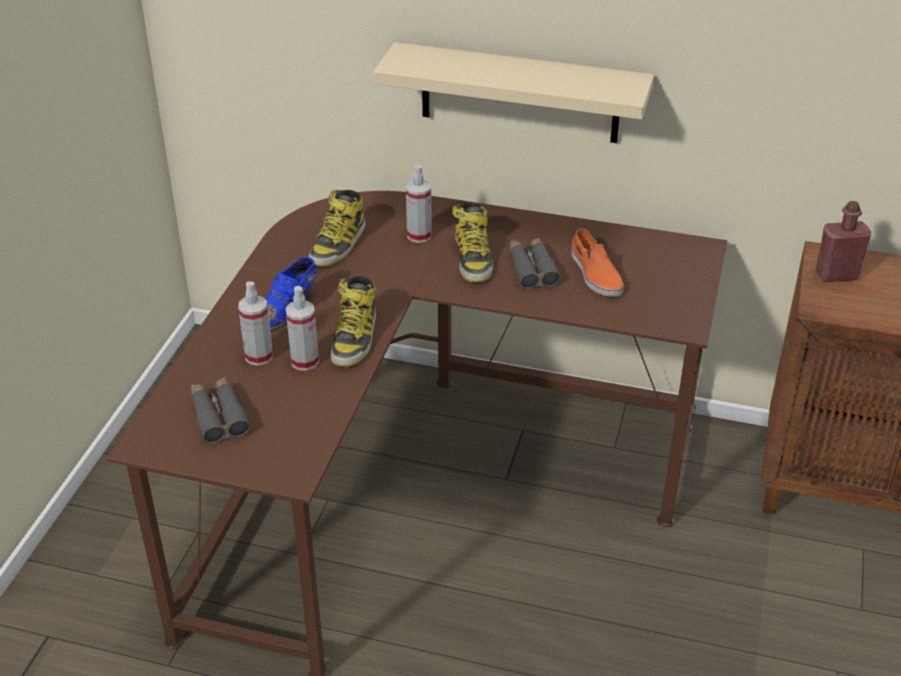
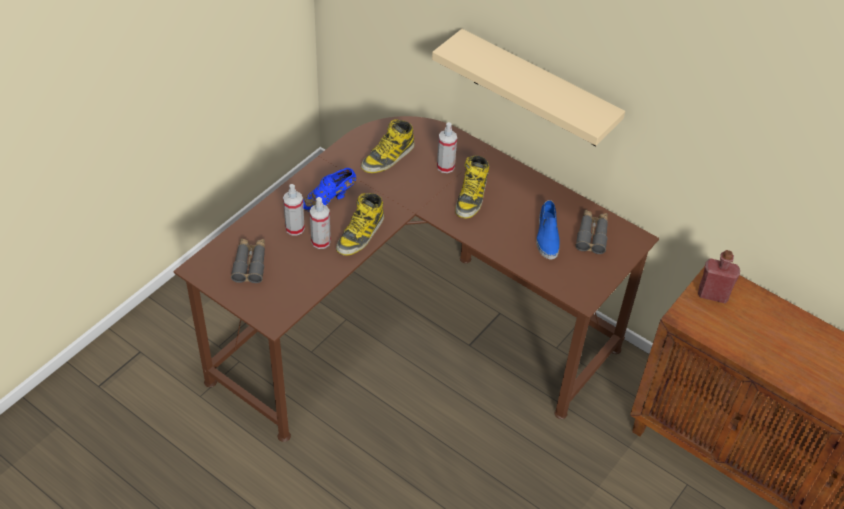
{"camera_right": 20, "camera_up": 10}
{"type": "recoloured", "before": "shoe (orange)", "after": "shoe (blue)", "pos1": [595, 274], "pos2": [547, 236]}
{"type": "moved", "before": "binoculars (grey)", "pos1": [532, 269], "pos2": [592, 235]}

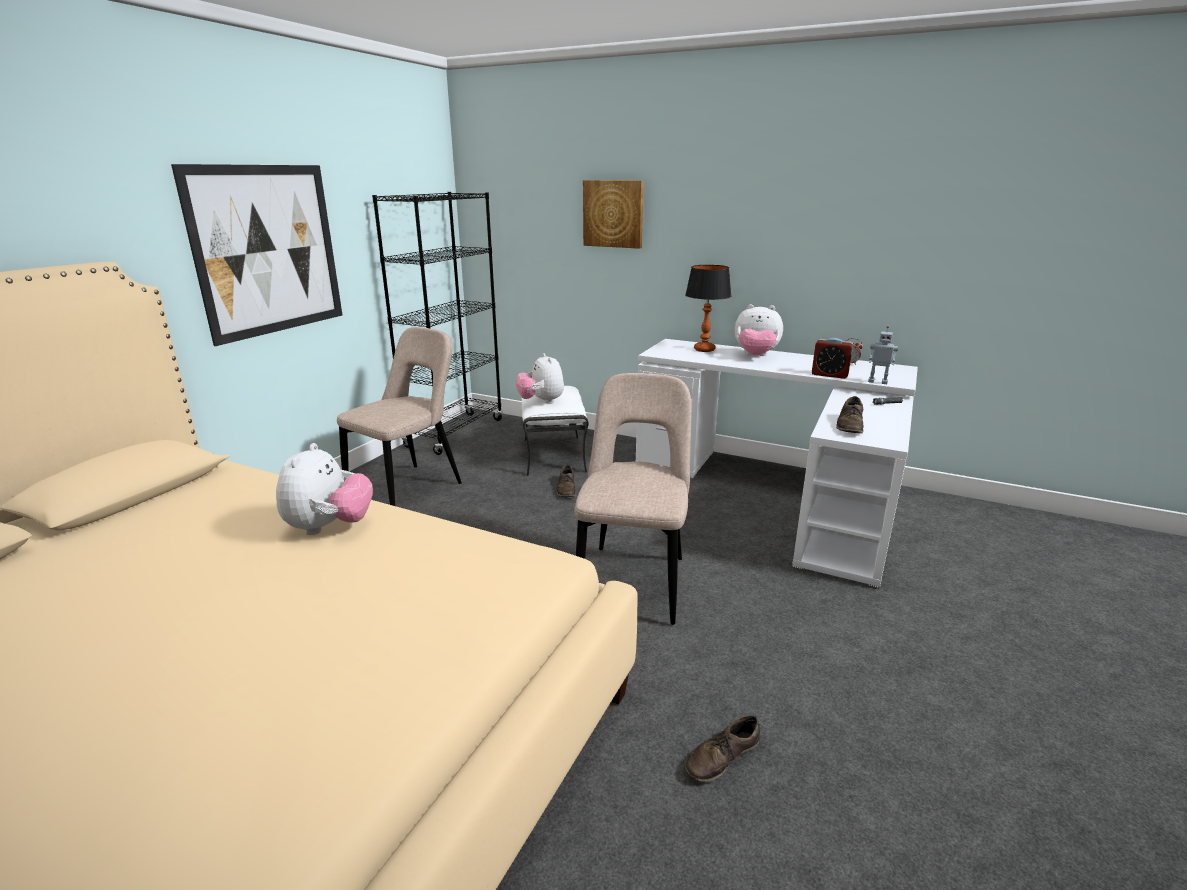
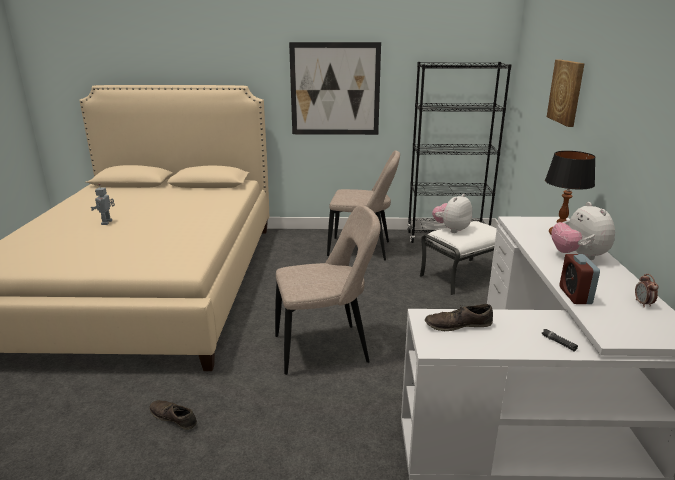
{"camera_right": 65, "camera_up": 0}
{"type": "moved", "before": "toy robot", "pos1": [877, 381], "pos2": [107, 222]}
{"type": "removed", "before": "plush toy", "pos1": [329, 527]}
{"type": "removed", "before": "shoe (brown)", "pos1": [566, 489]}

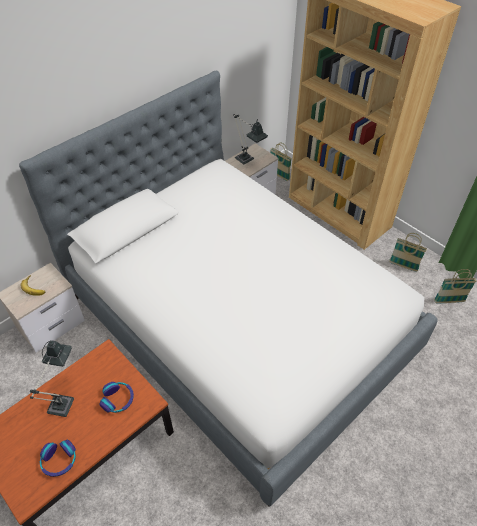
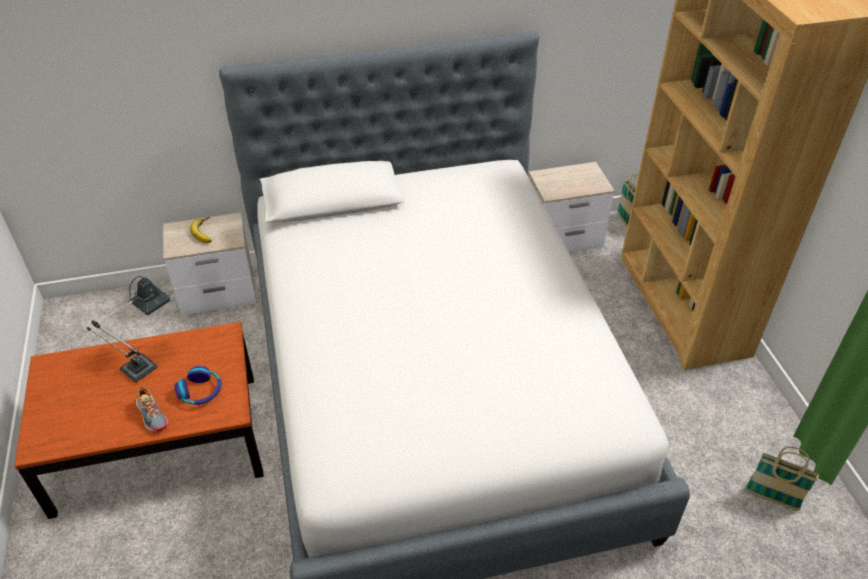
{"camera_right": 30, "camera_up": -5}
{"type": "added", "after": "shoe", "pos2": [152, 414]}
{"type": "removed", "before": "headphones", "pos1": [59, 460]}
{"type": "removed", "before": "table lamp", "pos1": [247, 161]}
{"type": "removed", "before": "basket", "pos1": [403, 266]}

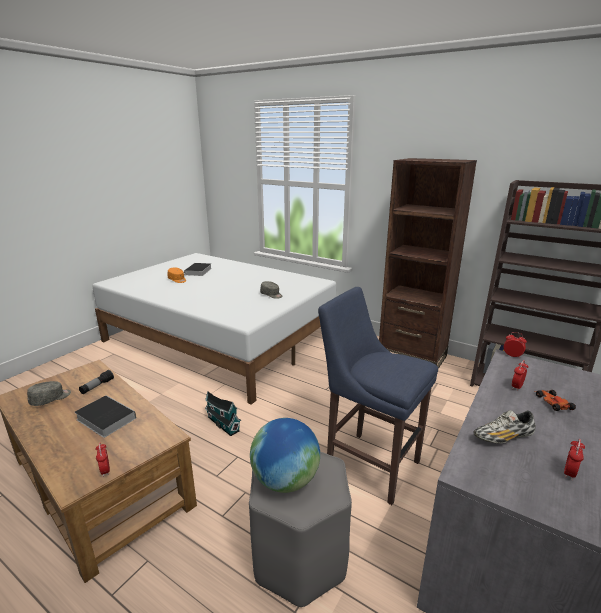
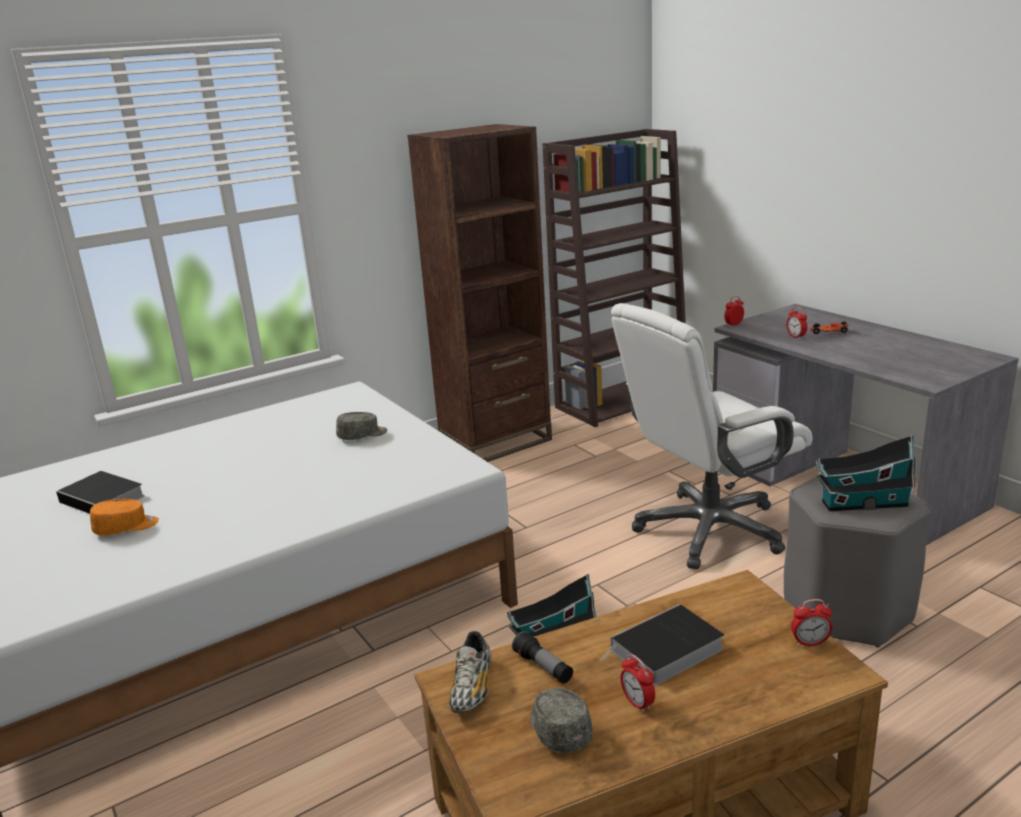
{"camera_right": -65, "camera_up": 0}
{"type": "moved", "before": "shoe", "pos1": [503, 437], "pos2": [472, 688]}
{"type": "replaced", "before": "stool (blue)", "after": "office chair (white)", "pos1": [369, 463], "pos2": [709, 530]}
{"type": "moved", "before": "alarm clock", "pos1": [569, 473], "pos2": [637, 703]}
{"type": "replaced", "before": "globe", "after": "toy house", "pos1": [286, 481], "pos2": [861, 504]}

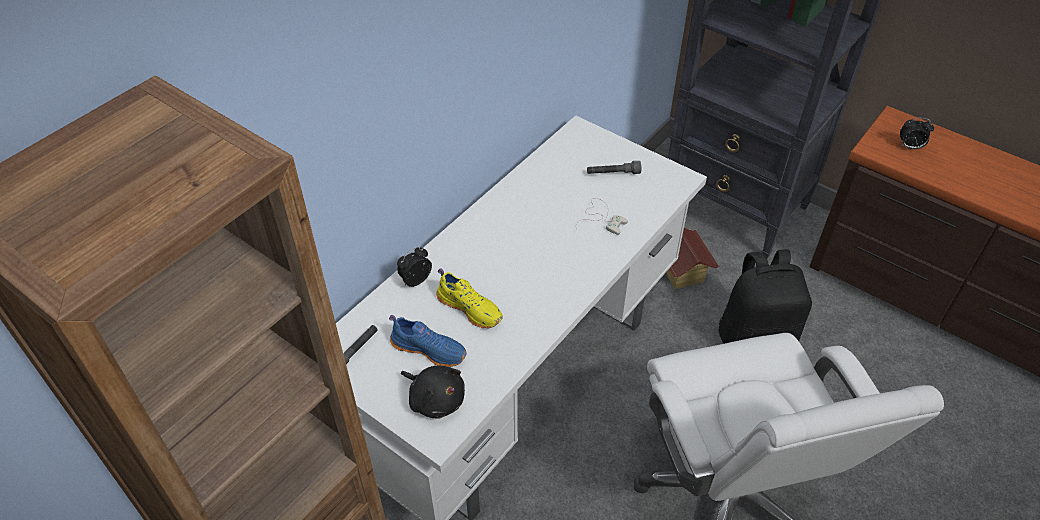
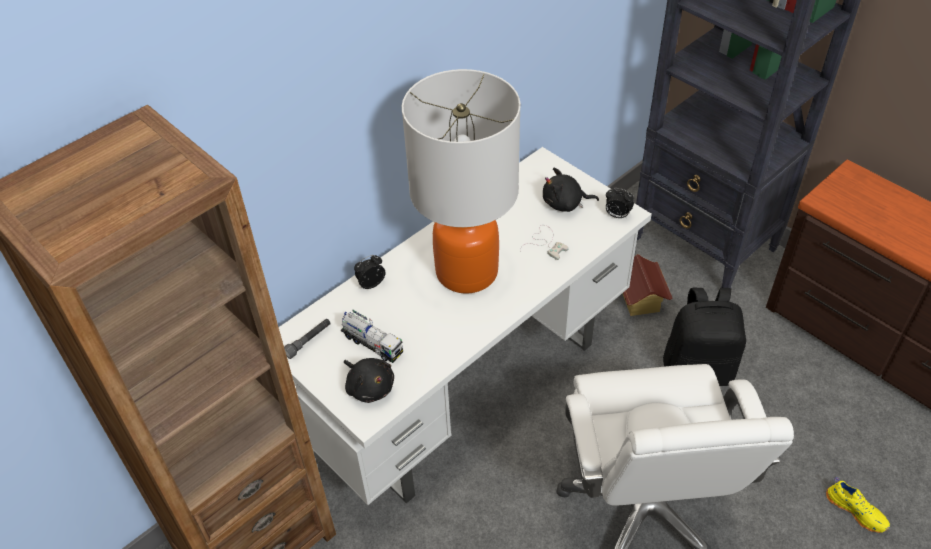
{"camera_right": 10, "camera_up": 0}
{"type": "replaced", "before": "shoe (blue)", "after": "toy truck", "pos1": [429, 349], "pos2": [372, 344]}
{"type": "added", "after": "table lamp", "pos2": [467, 272]}
{"type": "replaced", "before": "flashlight (grey)", "after": "plush toy (black)", "pos1": [613, 173], "pos2": [565, 203]}
{"type": "moved", "before": "alarm clock", "pos1": [910, 147], "pos2": [617, 215]}
{"type": "moved", "before": "shoe (yellow)", "pos1": [470, 308], "pos2": [856, 510]}

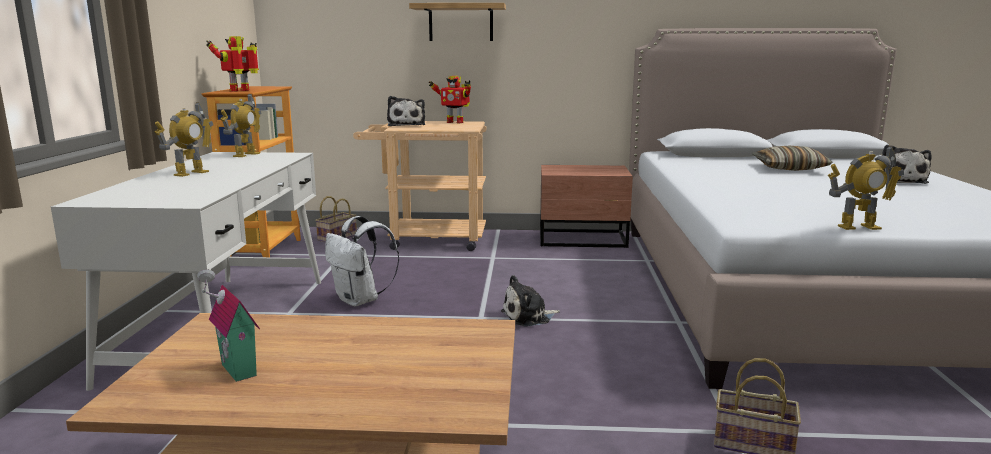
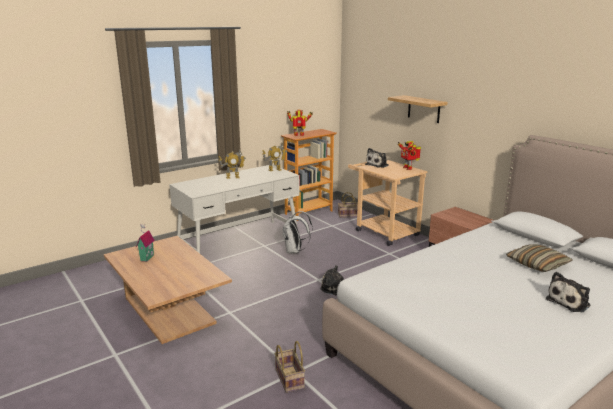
{"camera_right": 50, "camera_up": 5}
{"type": "removed", "before": "toy robot", "pos1": [858, 227]}

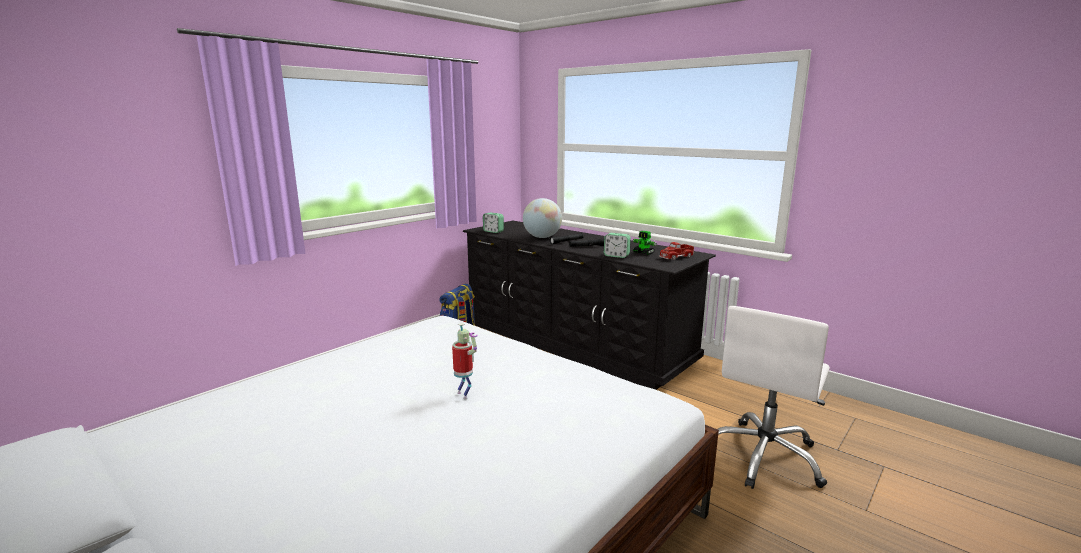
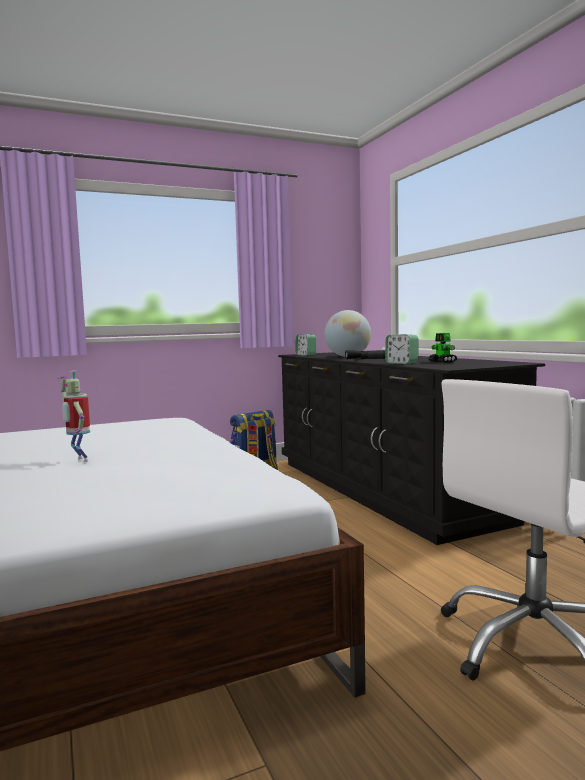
{"camera_right": 25, "camera_up": -10}
{"type": "turned", "before": "toy robot", "pos1": [465, 394], "pos2": [79, 460], "turn": 150}
{"type": "removed", "before": "toy truck", "pos1": [676, 257]}

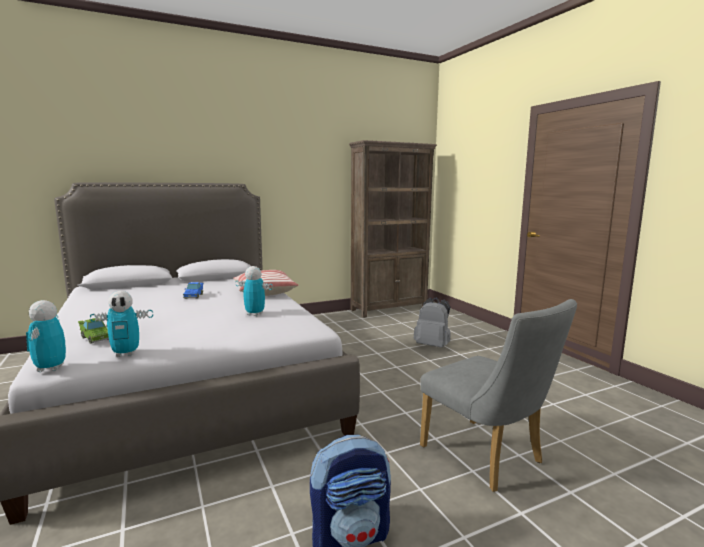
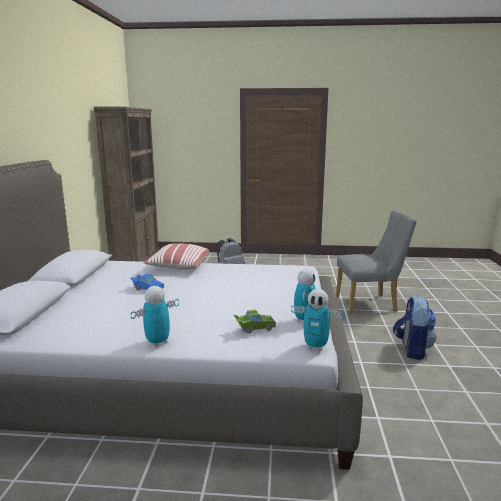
{"camera_right": -60, "camera_up": 5}
{"type": "moved", "before": "toy robot", "pos1": [254, 314], "pos2": [157, 342]}

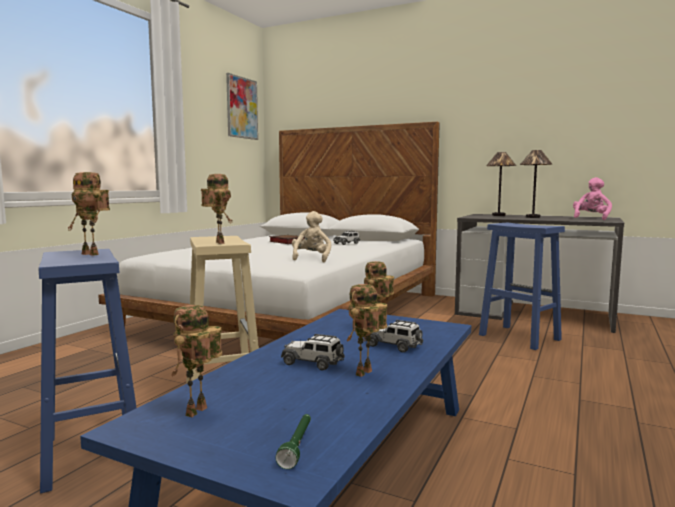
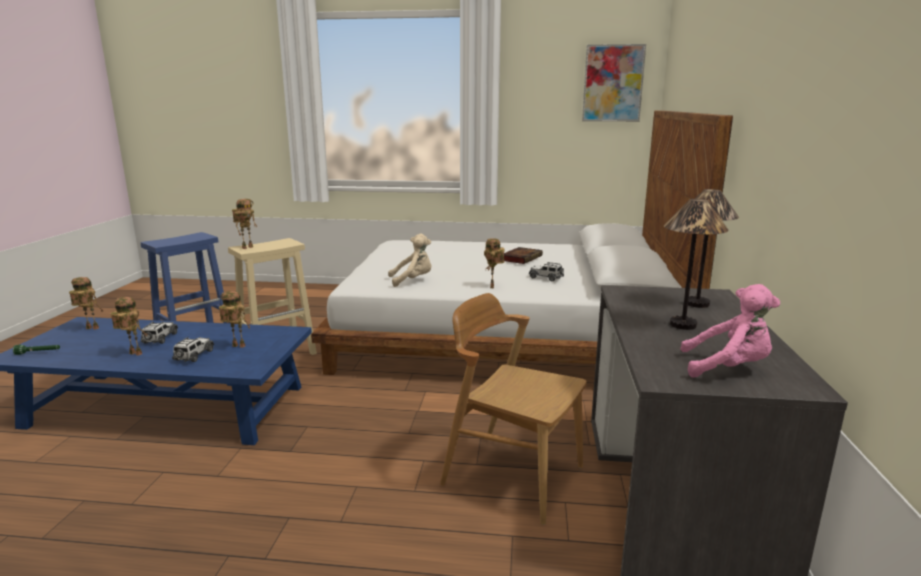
{"camera_right": 70, "camera_up": 10}
{"type": "replaced", "before": "stool (blue)", "after": "chair (brown)", "pos1": [518, 337], "pos2": [512, 475]}
{"type": "moved", "before": "toy robot", "pos1": [93, 254], "pos2": [493, 287]}

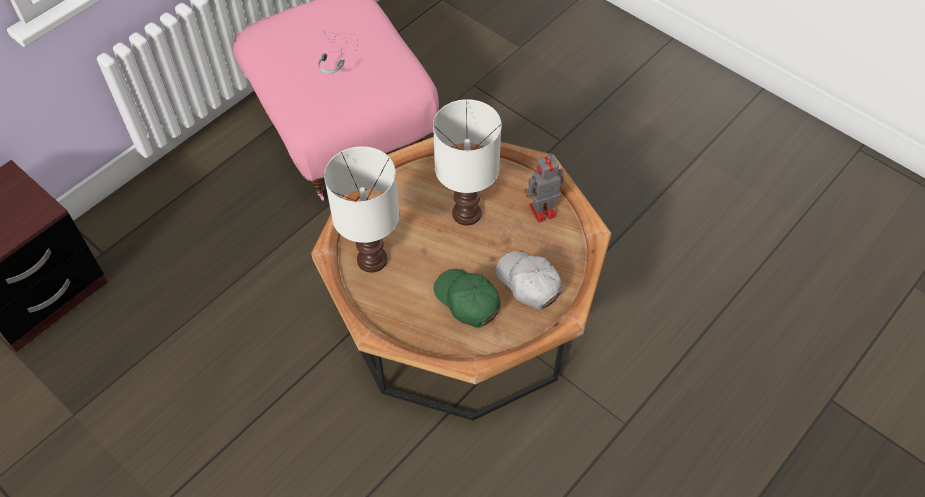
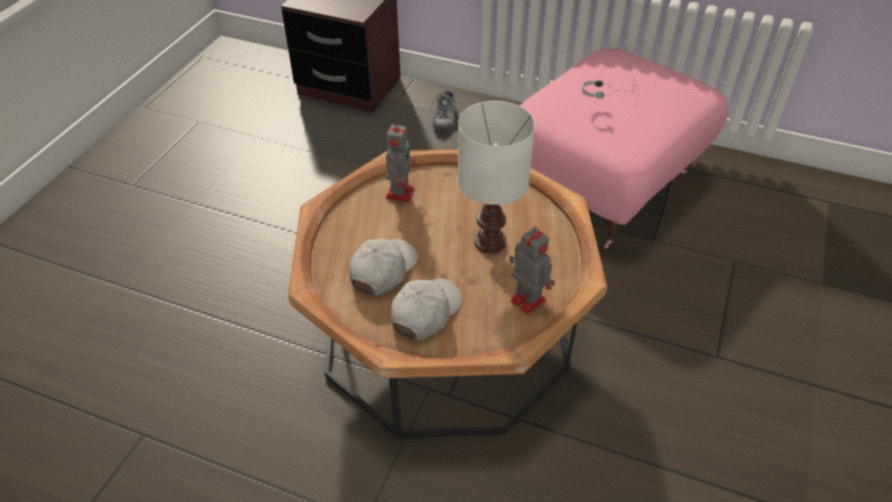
{"camera_right": 70, "camera_up": -10}
{"type": "recoloured", "before": "cap (green)", "after": "cap (white)", "pos1": [467, 300], "pos2": [383, 270]}
{"type": "replaced", "before": "table lamp (white)", "after": "toy robot", "pos1": [370, 260], "pos2": [400, 192]}
{"type": "added", "after": "shoe", "pos2": [445, 118]}

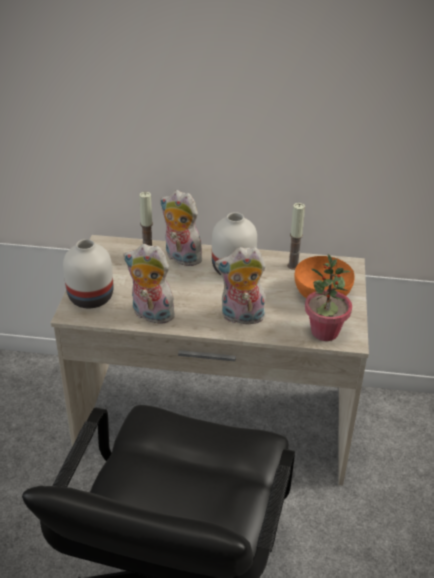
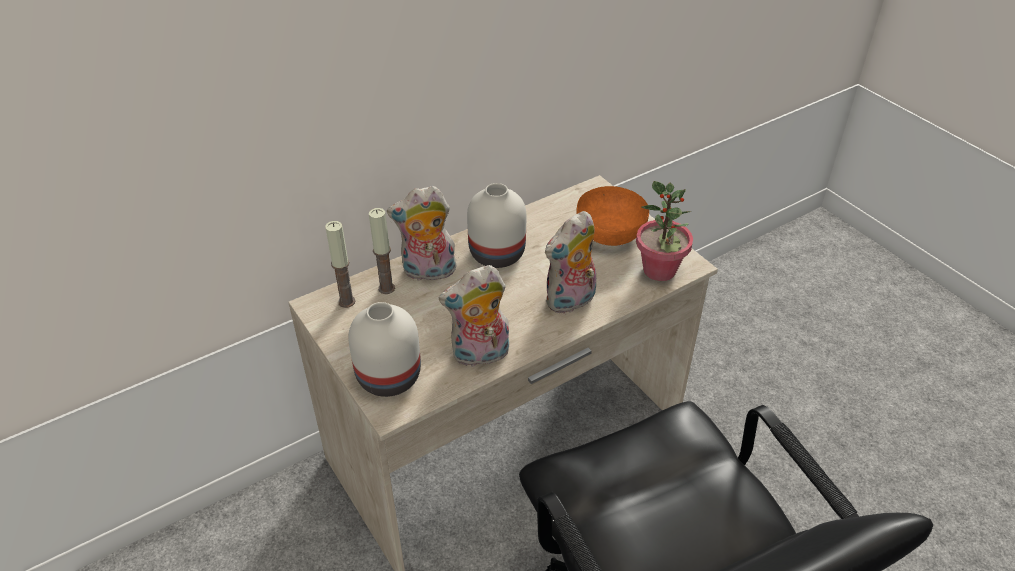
{"camera_right": -40, "camera_up": 5}
{"type": "moved", "before": "candle", "pos1": [293, 266], "pos2": [346, 301]}

